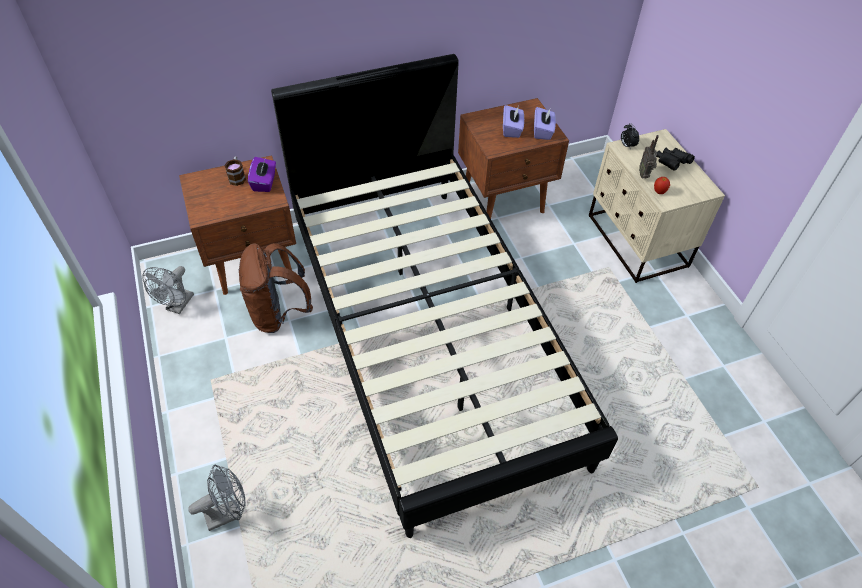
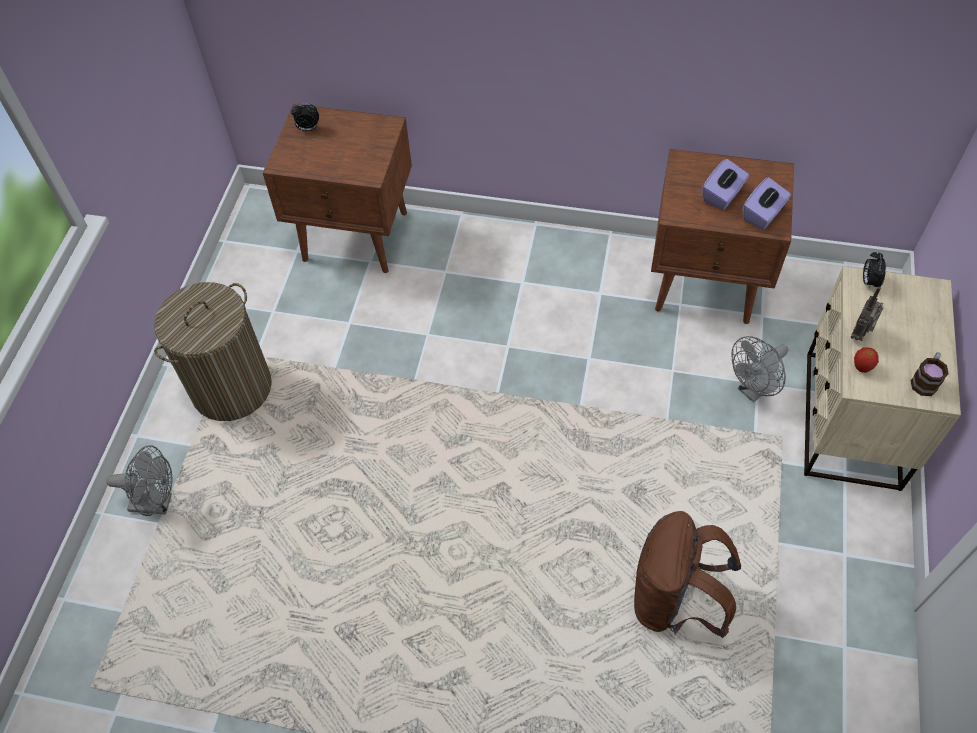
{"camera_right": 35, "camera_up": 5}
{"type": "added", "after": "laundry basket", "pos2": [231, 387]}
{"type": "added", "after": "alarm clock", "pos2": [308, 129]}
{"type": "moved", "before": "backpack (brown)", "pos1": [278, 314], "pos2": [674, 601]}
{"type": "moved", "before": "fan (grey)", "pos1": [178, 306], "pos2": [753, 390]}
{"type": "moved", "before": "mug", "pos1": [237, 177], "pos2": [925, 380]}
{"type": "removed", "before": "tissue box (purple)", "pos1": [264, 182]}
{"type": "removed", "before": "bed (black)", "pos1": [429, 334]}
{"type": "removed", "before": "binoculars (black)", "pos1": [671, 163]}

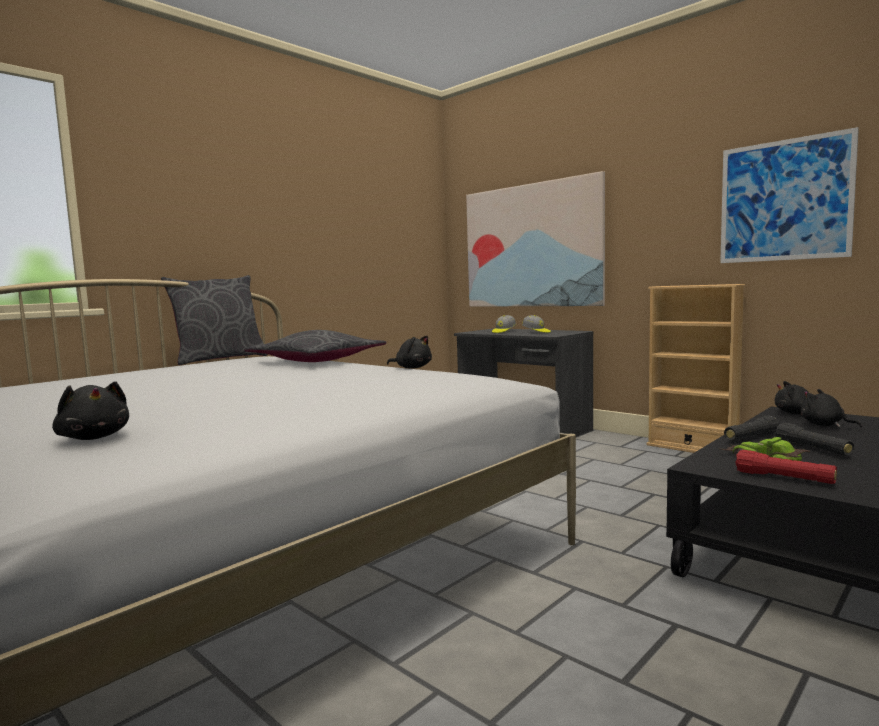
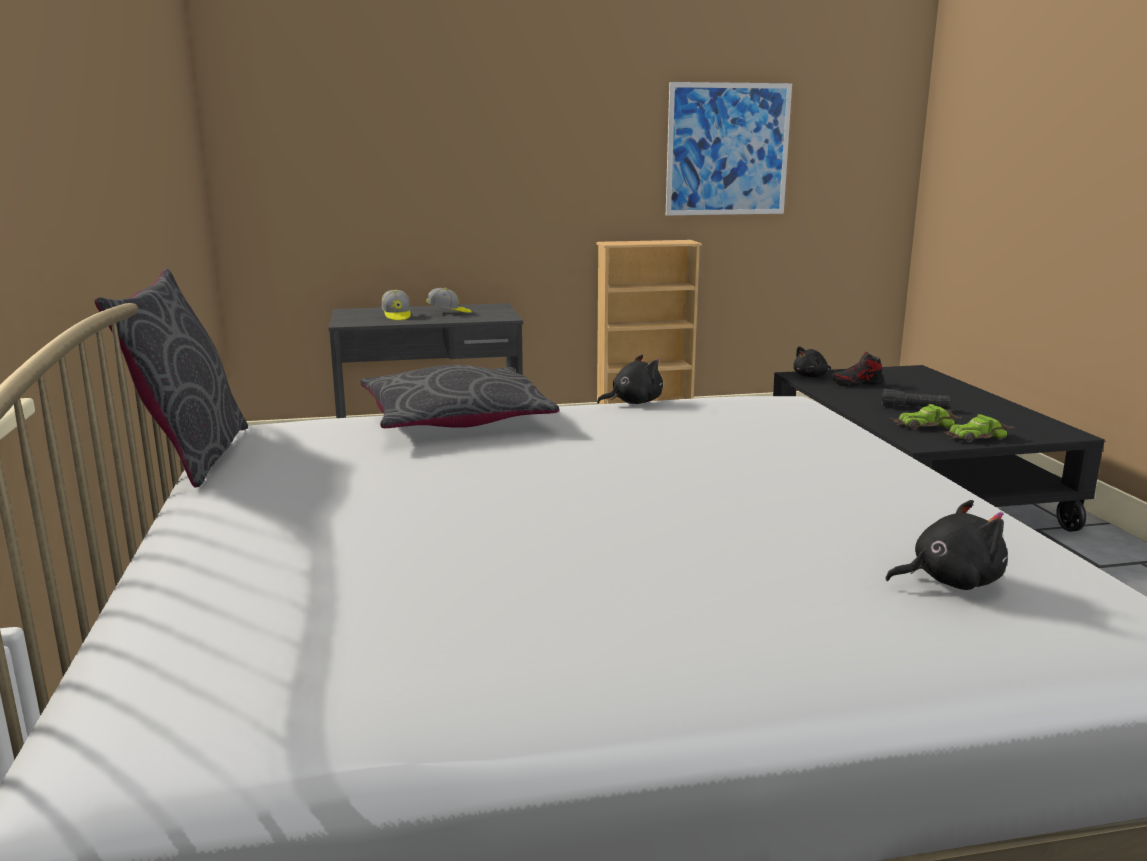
{"camera_right": -55, "camera_up": 10}
{"type": "replaced", "before": "plush toy (black)", "after": "shoe", "pos1": [824, 425], "pos2": [857, 384]}
{"type": "replaced", "before": "flashlight (red)", "after": "toy car", "pos1": [784, 478], "pos2": [974, 437]}
{"type": "removed", "before": "picture", "pos1": [532, 246]}
{"type": "removed", "before": "flashlight (black)", "pos1": [750, 438]}

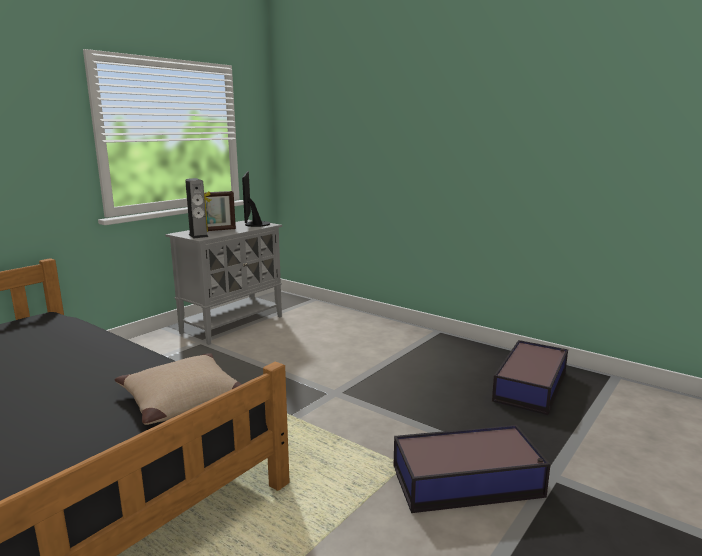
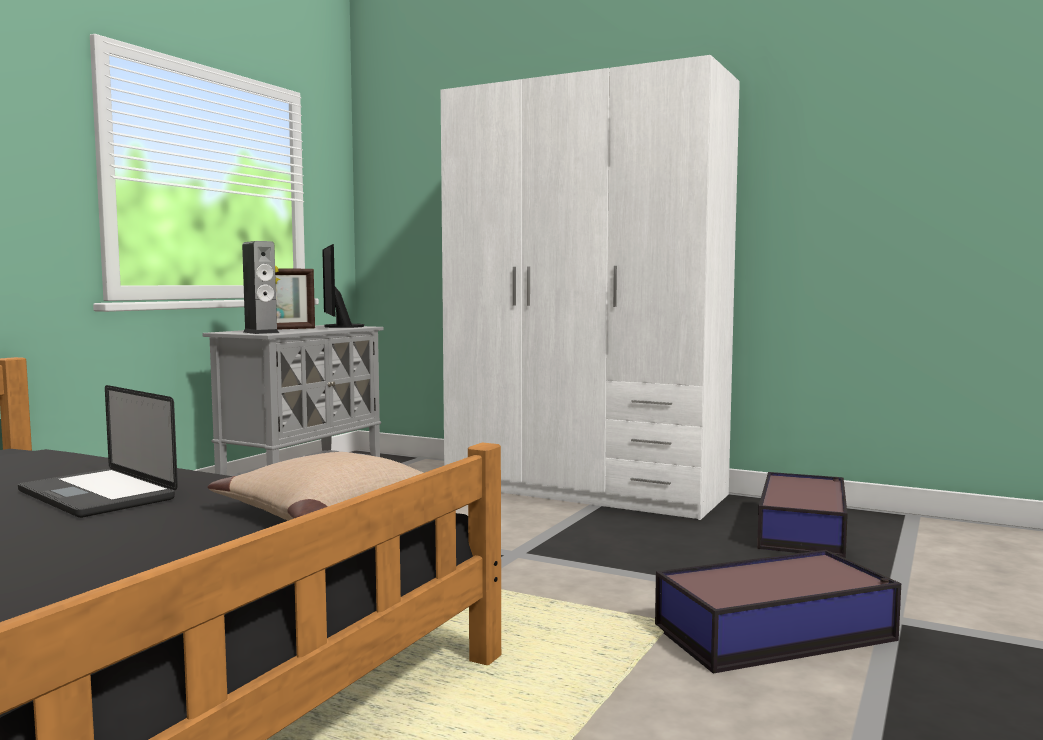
{"camera_right": -10, "camera_up": -10}
{"type": "added", "after": "laptop", "pos2": [97, 495]}
{"type": "added", "after": "wardrobe (white)", "pos2": [584, 490]}

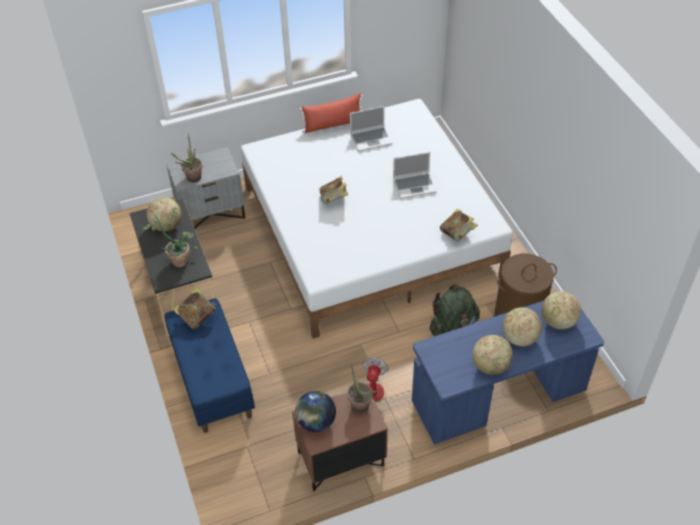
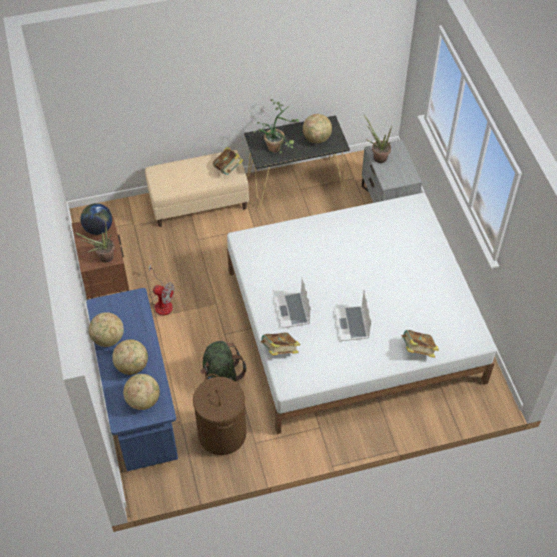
{"camera_right": 95, "camera_up": 5}
{"type": "recoloured", "before": "bench (blue)", "after": "bench (beige)", "pos1": [212, 380], "pos2": [199, 203]}
{"type": "moved", "before": "laptop", "pos1": [371, 139], "pos2": [293, 311]}
{"type": "moved", "before": "book", "pos1": [334, 200], "pos2": [418, 350]}
{"type": "removed", "before": "pillow (red)", "pos1": [333, 124]}

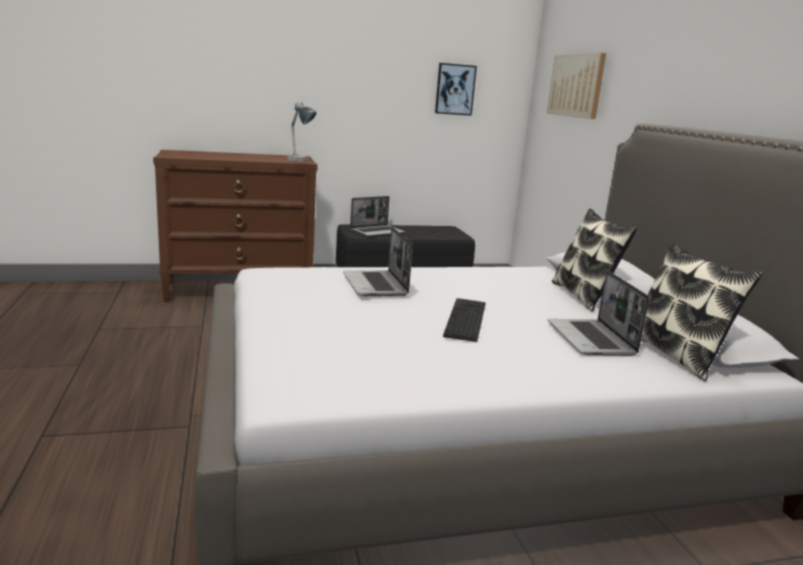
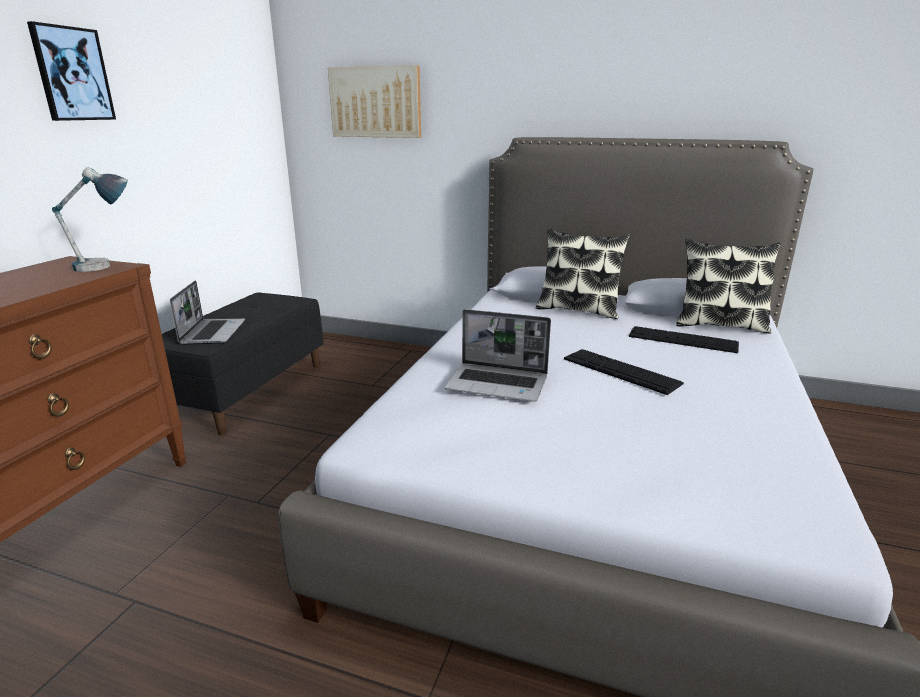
{"camera_right": -55, "camera_up": 5}
{"type": "moved", "before": "picture", "pos1": [455, 89], "pos2": [72, 74]}
{"type": "replaced", "before": "laptop", "after": "keyboard", "pos1": [591, 339], "pos2": [683, 339]}

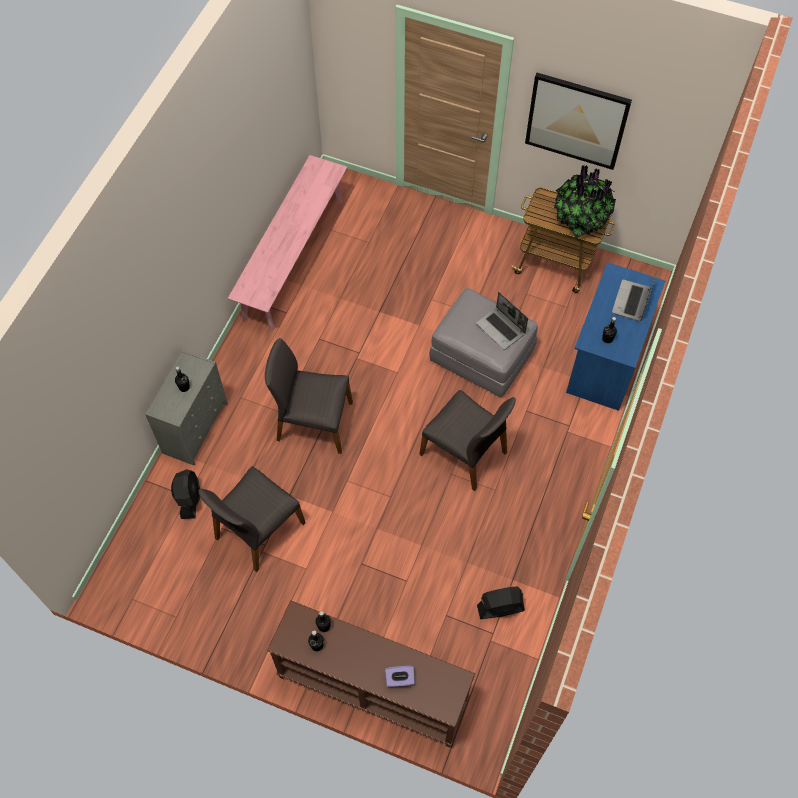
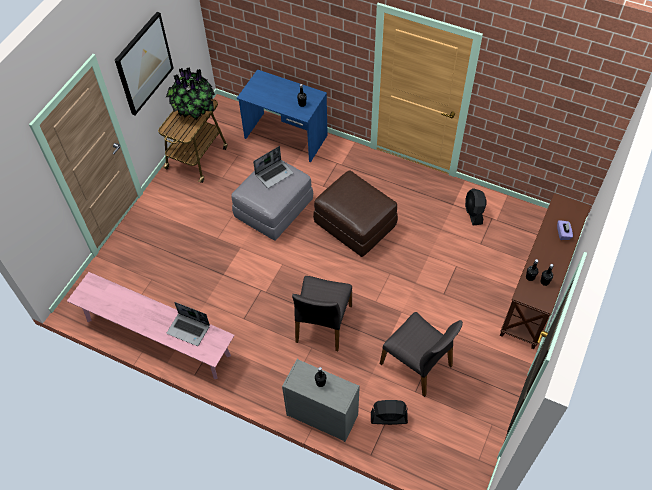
{"camera_right": -85, "camera_up": -5}
{"type": "moved", "before": "laptop", "pos1": [632, 302], "pos2": [189, 329]}
{"type": "replaced", "before": "chair (grey)", "after": "ottoman (brown)", "pos1": [465, 453], "pos2": [355, 225]}

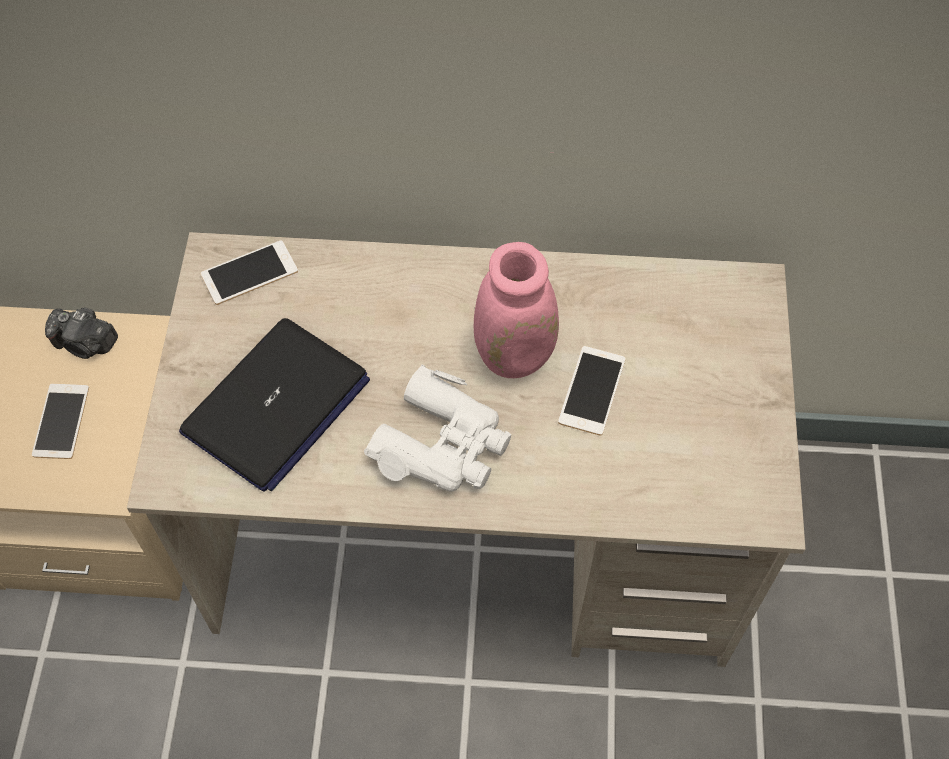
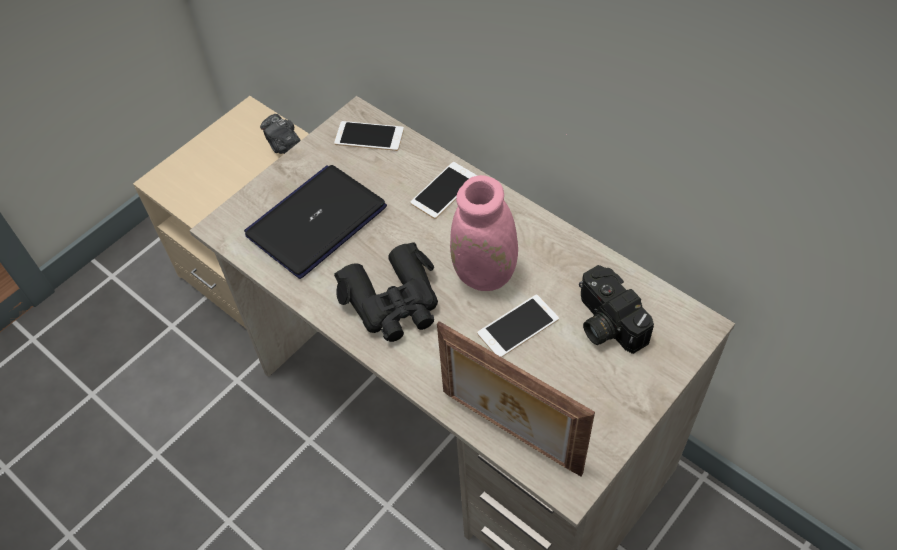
{"camera_right": 40, "camera_up": -5}
{"type": "turned", "before": "laptop", "pos1": [276, 406], "pos2": [316, 221], "turn": 150}
{"type": "recoloured", "before": "binoculars (white)", "after": "binoculars (black)", "pos1": [443, 444], "pos2": [393, 302]}
{"type": "moved", "before": "phone", "pos1": [61, 421], "pos2": [444, 190]}
{"type": "added", "after": "picture frame", "pos2": [509, 434]}
{"type": "added", "after": "photo camera", "pos2": [605, 323]}

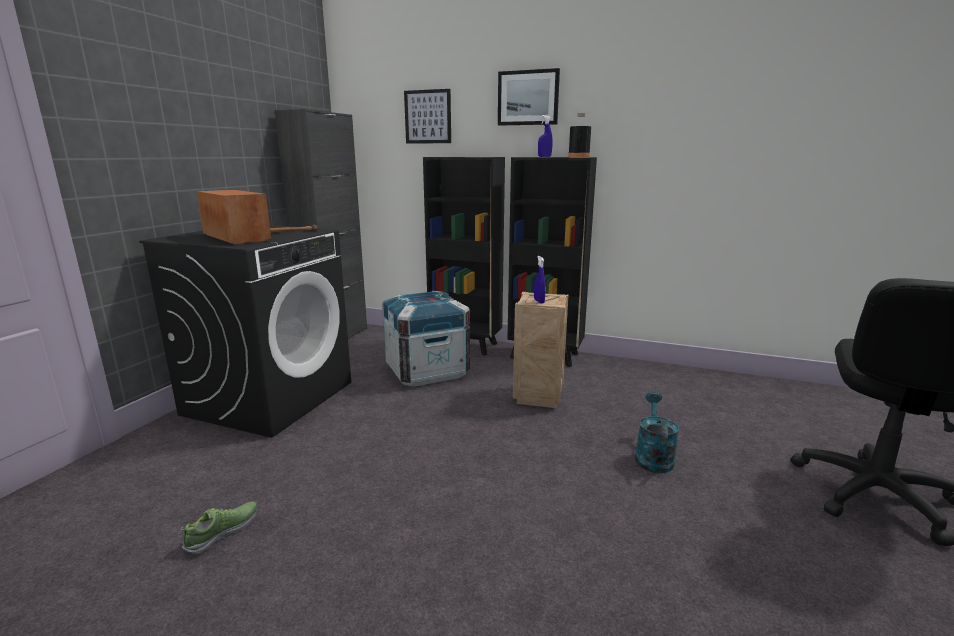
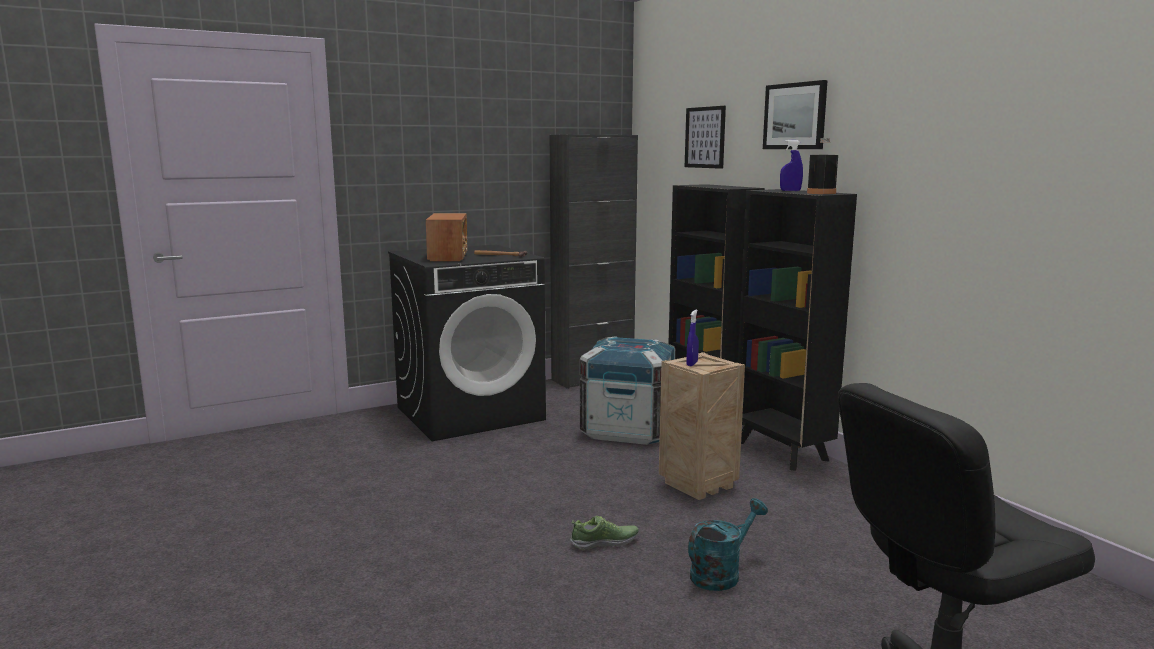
{"camera_right": 40, "camera_up": -5}
{"type": "moved", "before": "shoe", "pos1": [223, 532], "pos2": [604, 542]}

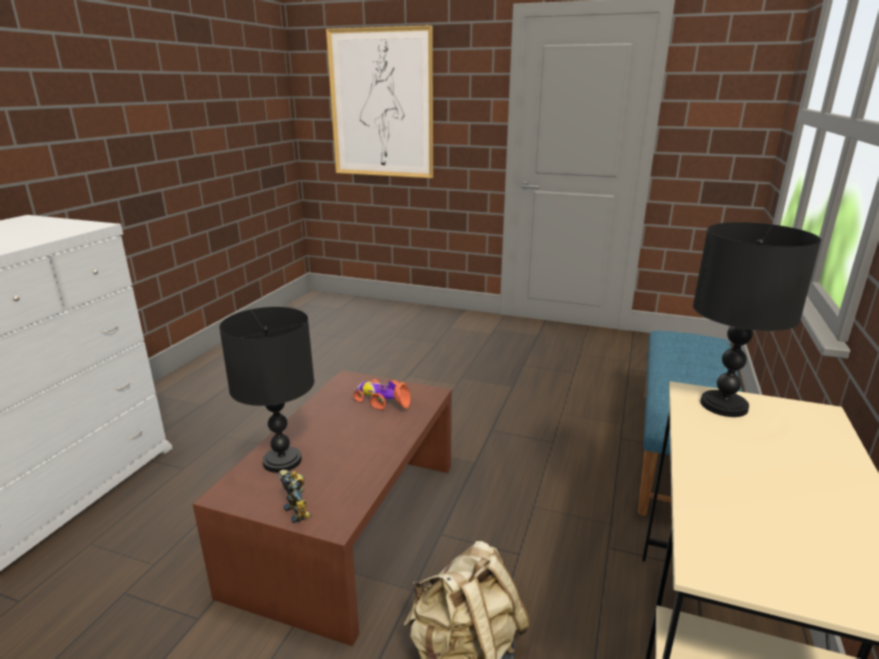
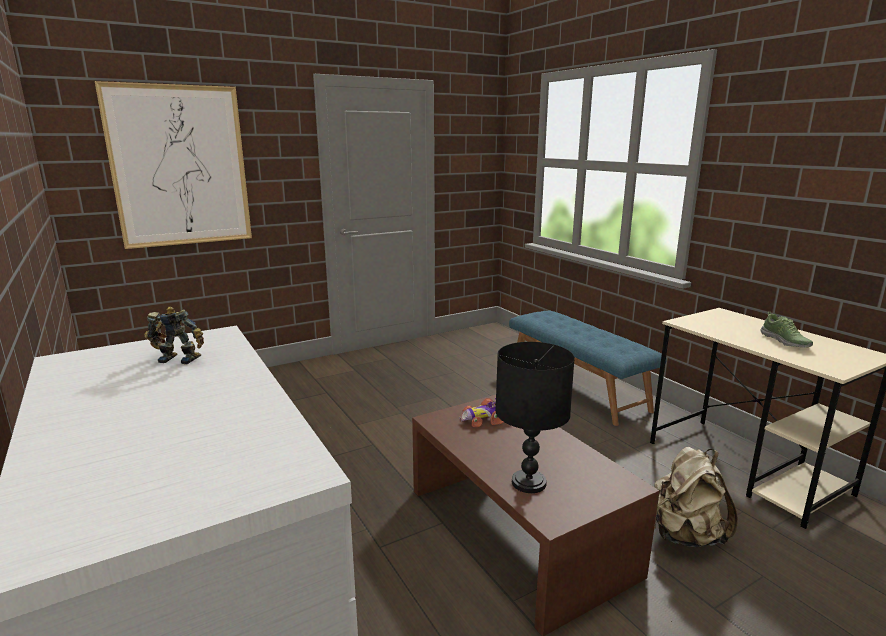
{"camera_right": -50, "camera_up": -5}
{"type": "moved", "before": "toy robot", "pos1": [299, 511], "pos2": [180, 358]}
{"type": "added", "after": "shoe", "pos2": [785, 341]}
{"type": "removed", "before": "table lamp (black)", "pos1": [723, 405]}

